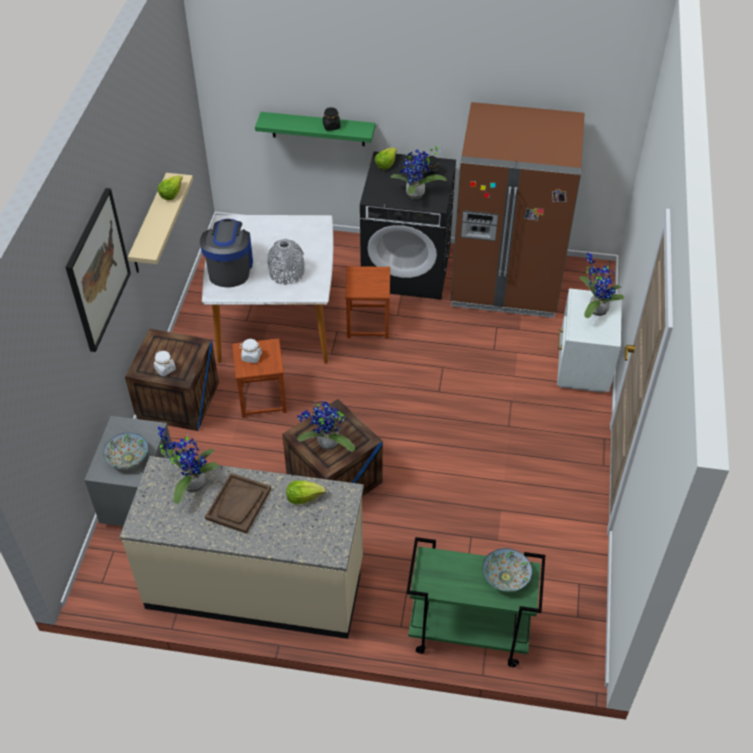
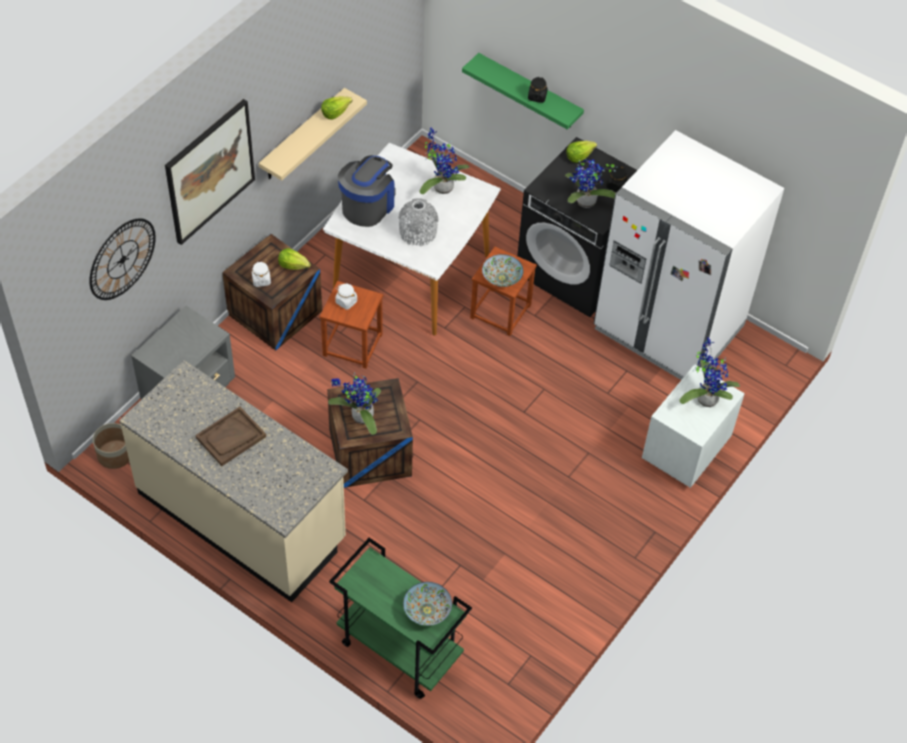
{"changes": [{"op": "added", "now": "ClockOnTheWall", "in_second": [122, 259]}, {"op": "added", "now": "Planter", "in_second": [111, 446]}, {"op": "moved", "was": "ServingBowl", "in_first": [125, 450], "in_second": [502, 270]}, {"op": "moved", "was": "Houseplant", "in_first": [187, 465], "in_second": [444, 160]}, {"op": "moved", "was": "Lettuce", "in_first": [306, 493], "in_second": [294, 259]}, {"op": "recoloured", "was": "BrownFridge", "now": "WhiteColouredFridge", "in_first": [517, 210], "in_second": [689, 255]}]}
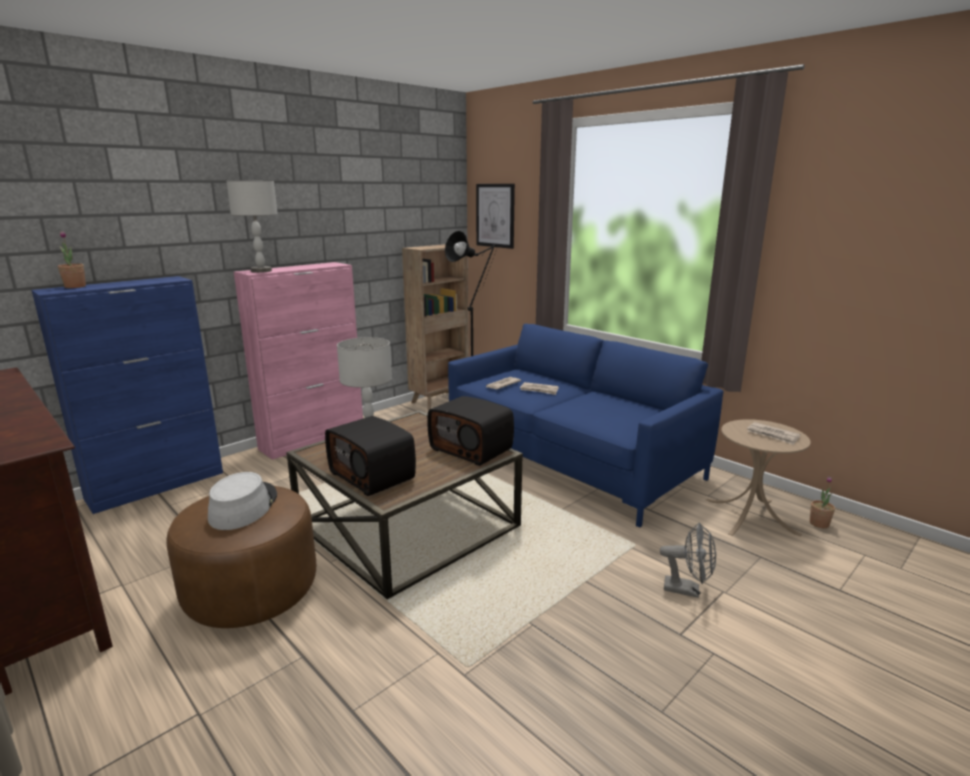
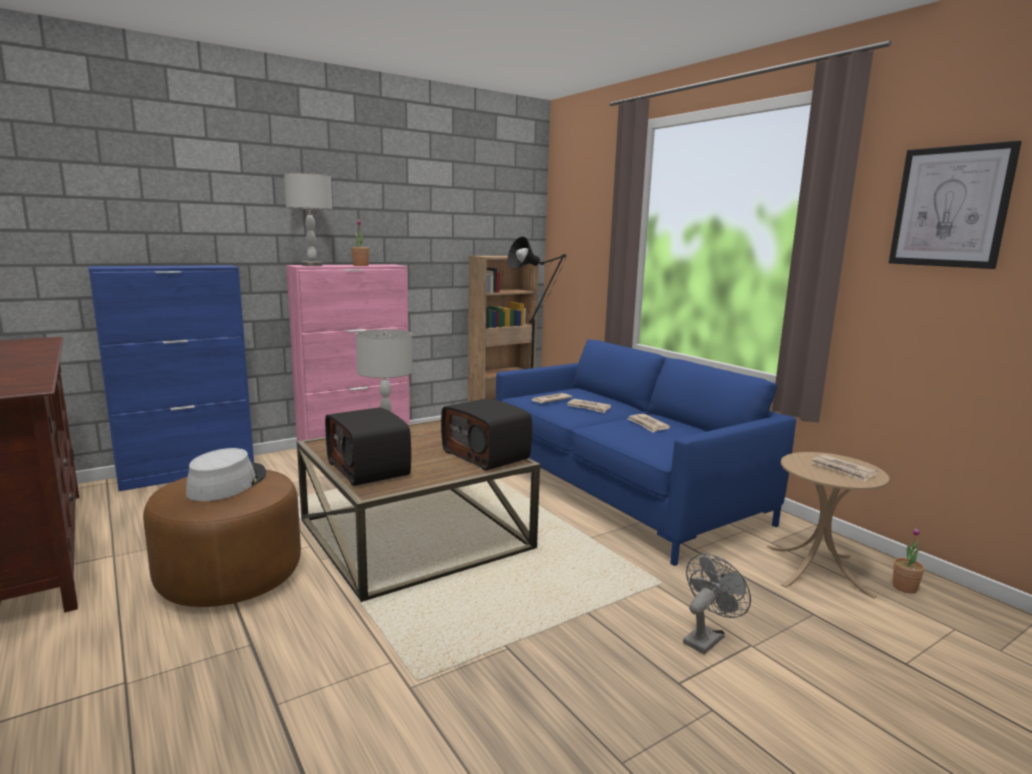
{"changes": [{"op": "added", "now": "DailyPaper", "in_second": [649, 423]}, {"op": "moved", "was": "Houseplant", "in_first": [72, 259], "in_second": [360, 242]}, {"op": "moved", "was": "WallPicture", "in_first": [495, 216], "in_second": [955, 204]}, {"op": "turned", "was": "GrayCoolingFan", "in_first": [688, 560], "in_second": [717, 604], "clockwise": -75}]}
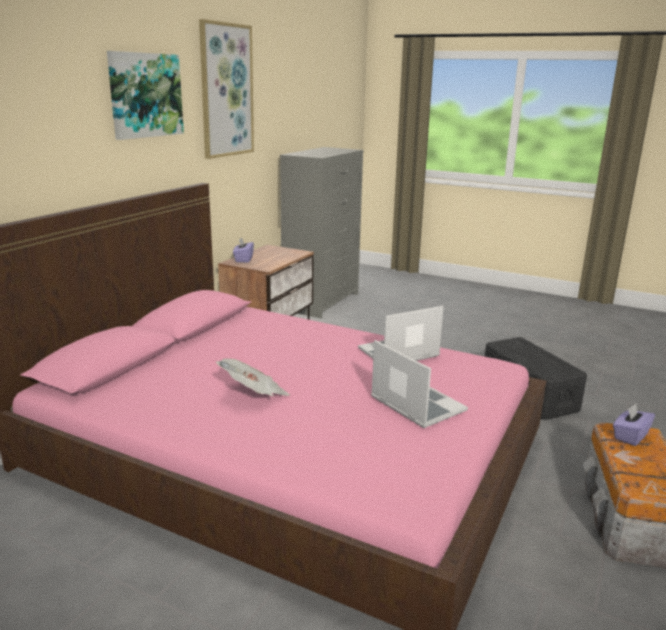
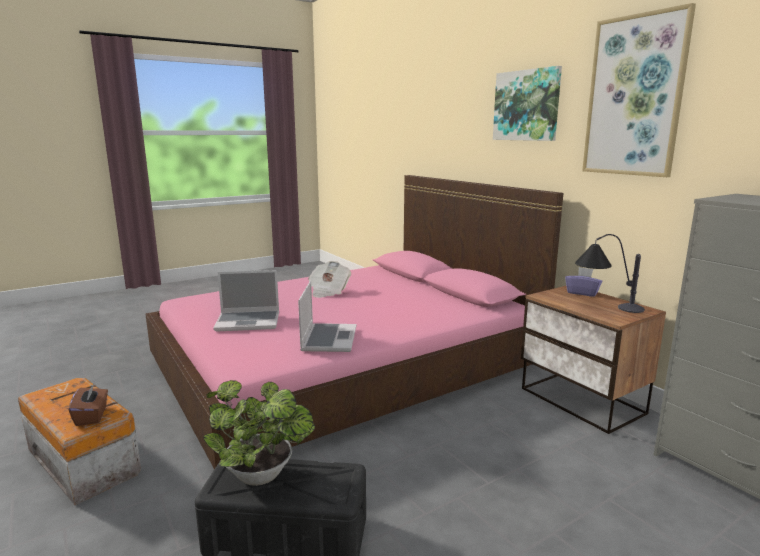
{"changes": [{"op": "added", "now": "Houseplant", "in_second": [259, 433]}, {"op": "added", "now": "TableLamp", "in_second": [610, 273]}, {"op": "recoloured", "was": "PurpleBoxOfTissues", "now": "BrownBoxOfTissues", "in_first": [634, 424], "in_second": [88, 404]}]}
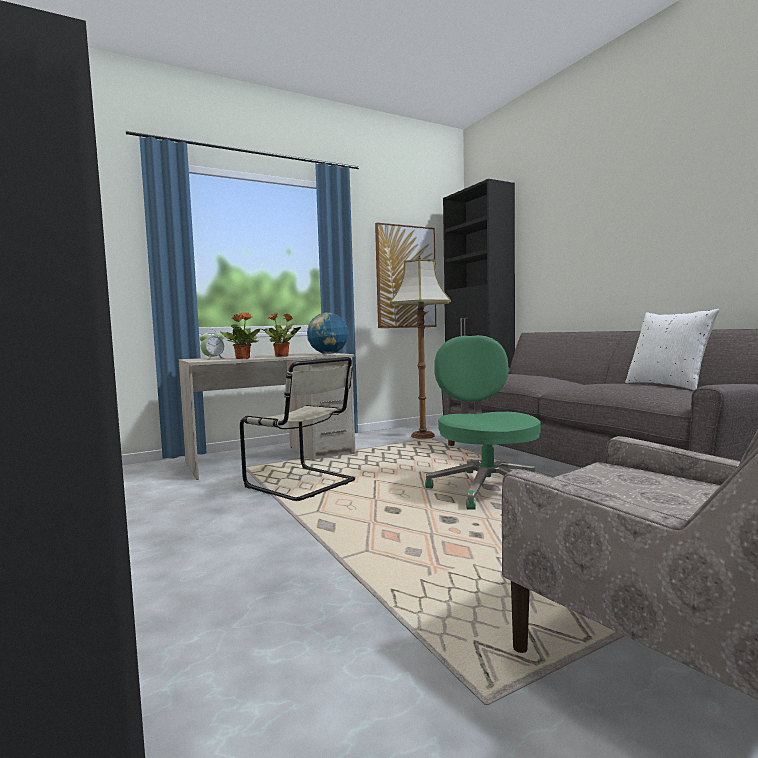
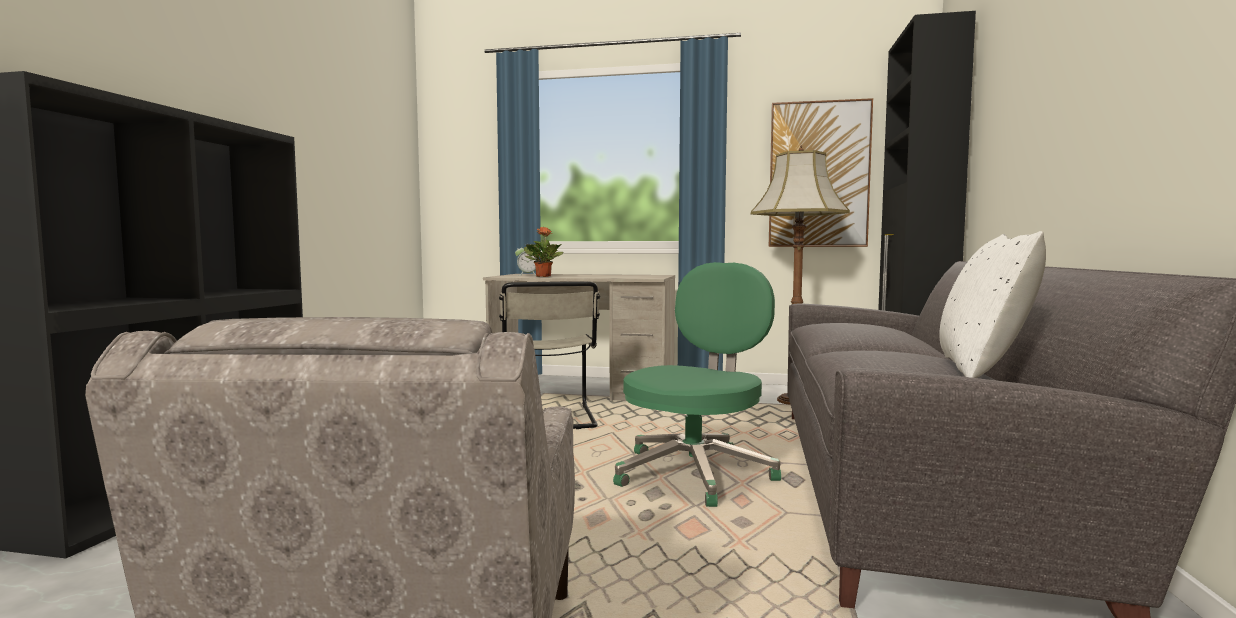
{"changes": [{"op": "removed", "was": "Houseplant", "in_first": [281, 335]}, {"op": "removed", "was": "WorldGlobe", "in_first": [328, 333]}]}
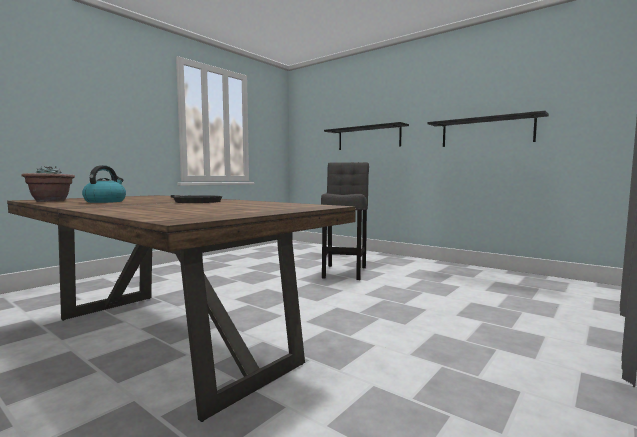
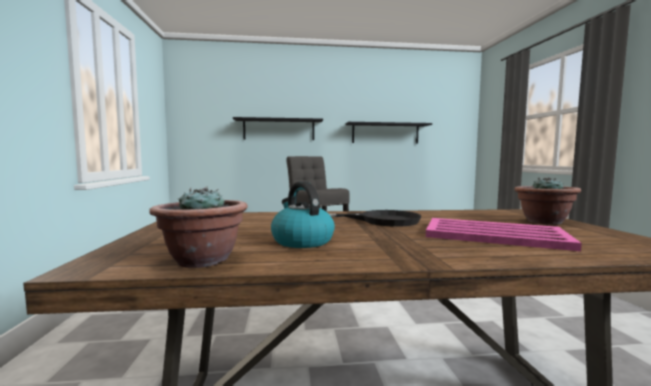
{"changes": [{"op": "added", "now": "PinkCarryingTray", "in_second": [504, 234]}, {"op": "added", "now": "Houseplant", "in_second": [547, 200]}]}
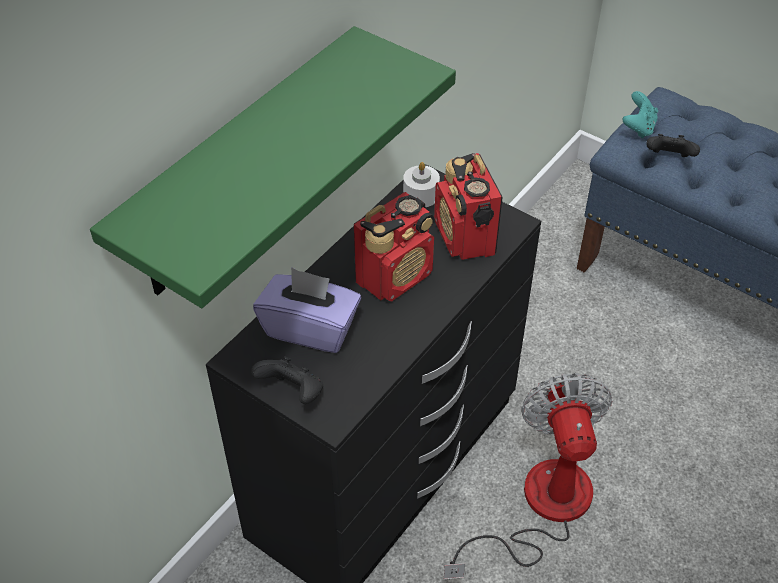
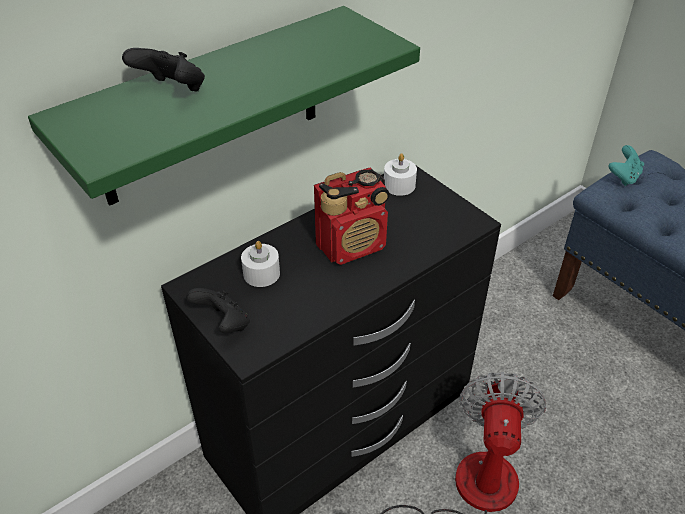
{"changes": [{"op": "removed", "was": "RadioReceiver", "in_first": [468, 206]}, {"op": "moved", "was": "BlackColouredJoypad", "in_first": [673, 145], "in_second": [163, 69]}, {"op": "replaced", "was": "PurpleBoxOfTissues", "now": "WhiteColouredCandle", "in_first": [307, 310], "in_second": [260, 264]}]}
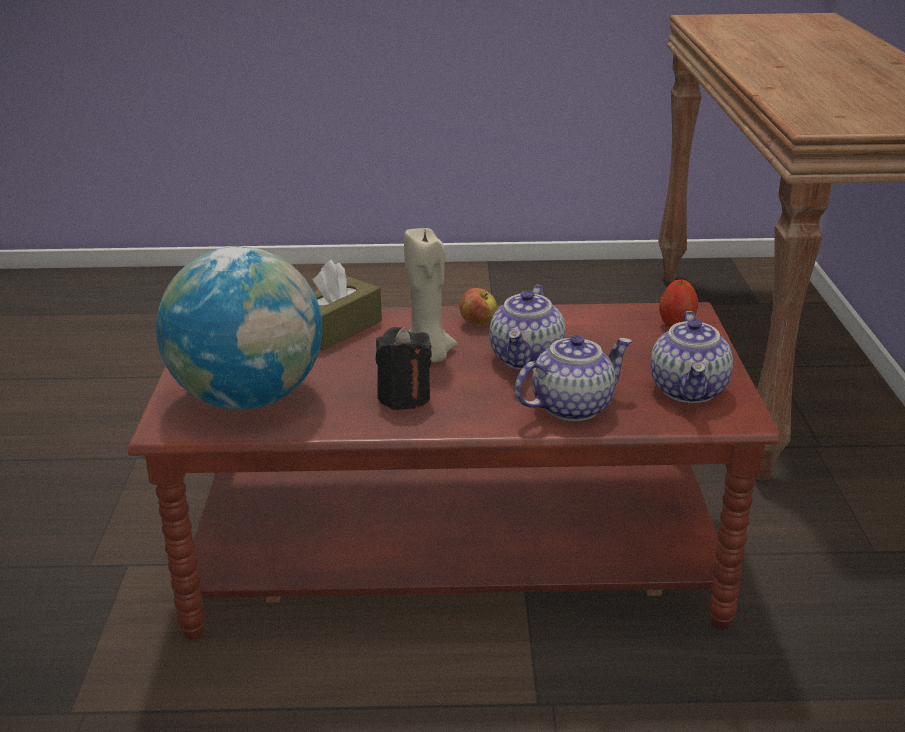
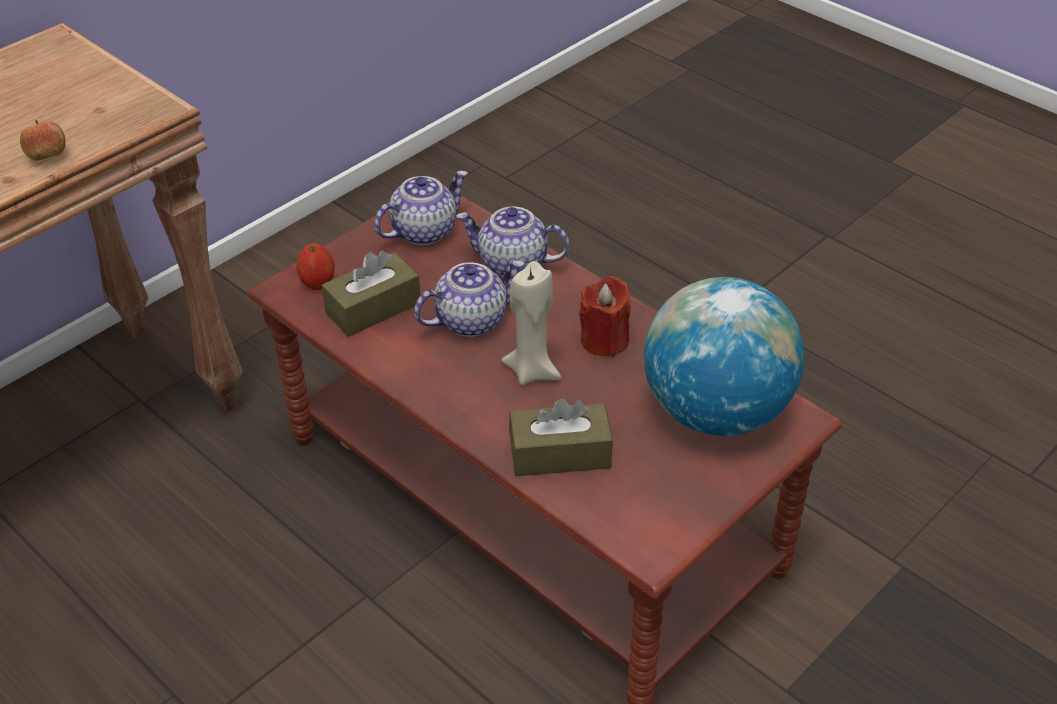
{"changes": [{"op": "added", "now": "BrownBoxOfTissues", "in_second": [371, 293]}, {"op": "moved", "was": "Apple", "in_first": [478, 307], "in_second": [43, 140]}, {"op": "recoloured", "was": "BlackColouredCandle", "now": "RedColouredCandle", "in_first": [404, 368], "in_second": [605, 316]}]}
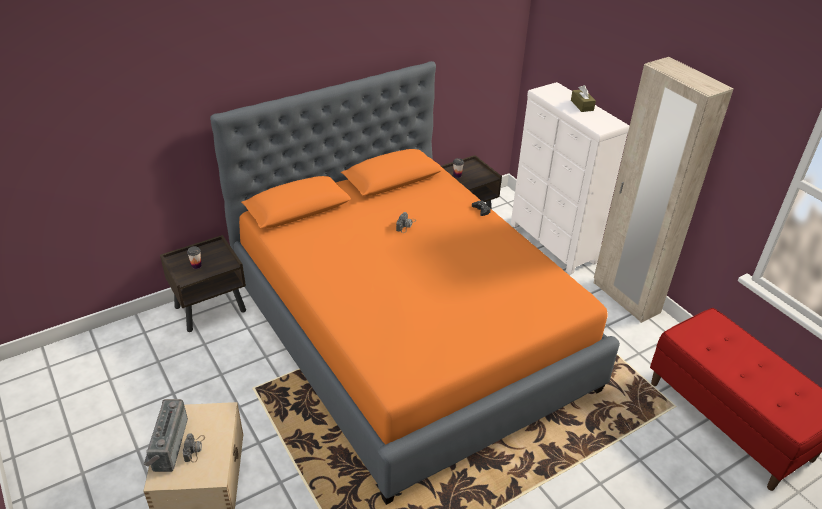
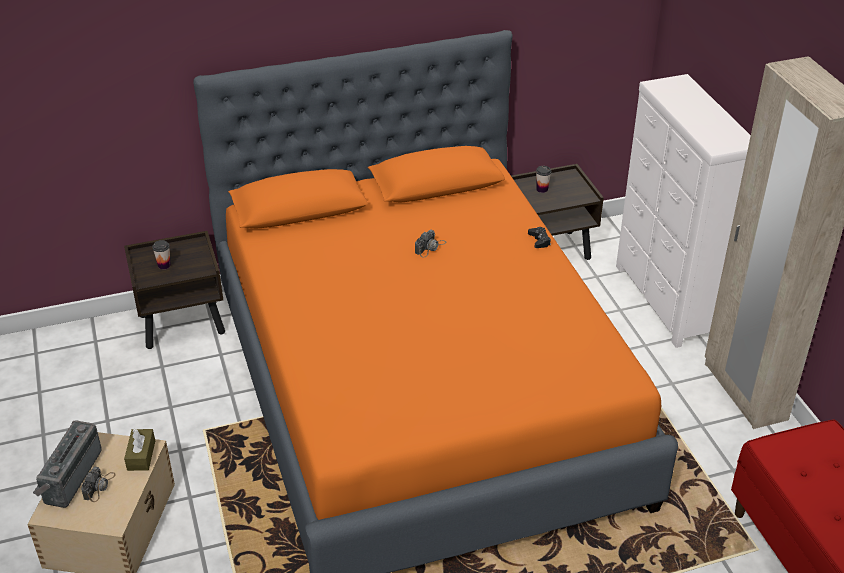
{"changes": [{"op": "moved", "was": "BrownBoxOfTissues", "in_first": [583, 98], "in_second": [139, 450]}]}
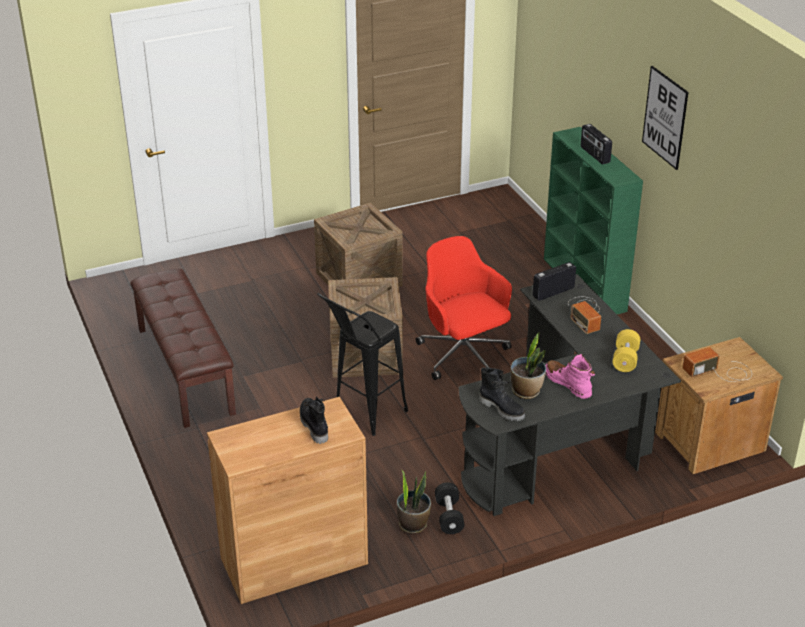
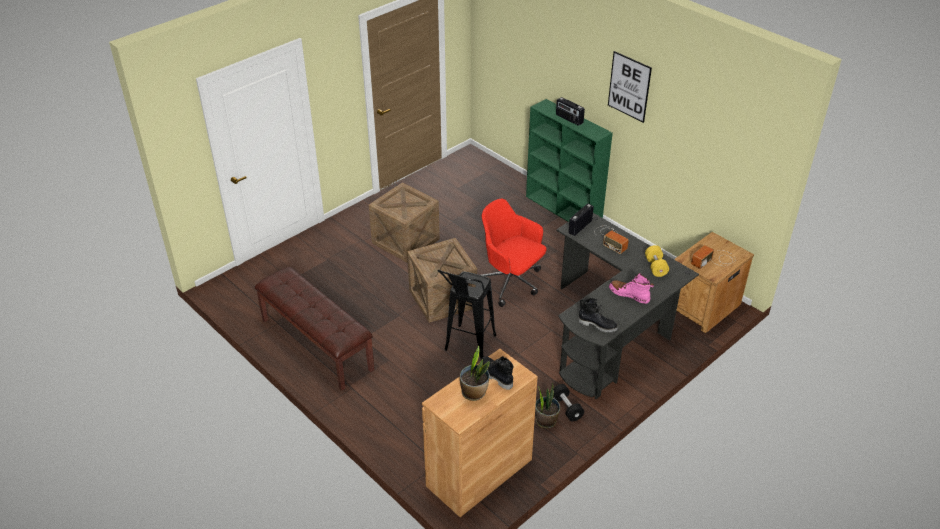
{"changes": [{"op": "moved", "was": "Houseplant", "in_first": [528, 365], "in_second": [475, 373]}]}
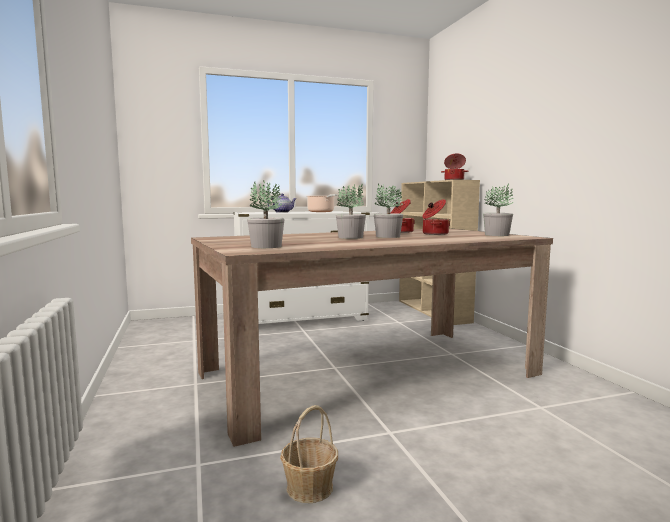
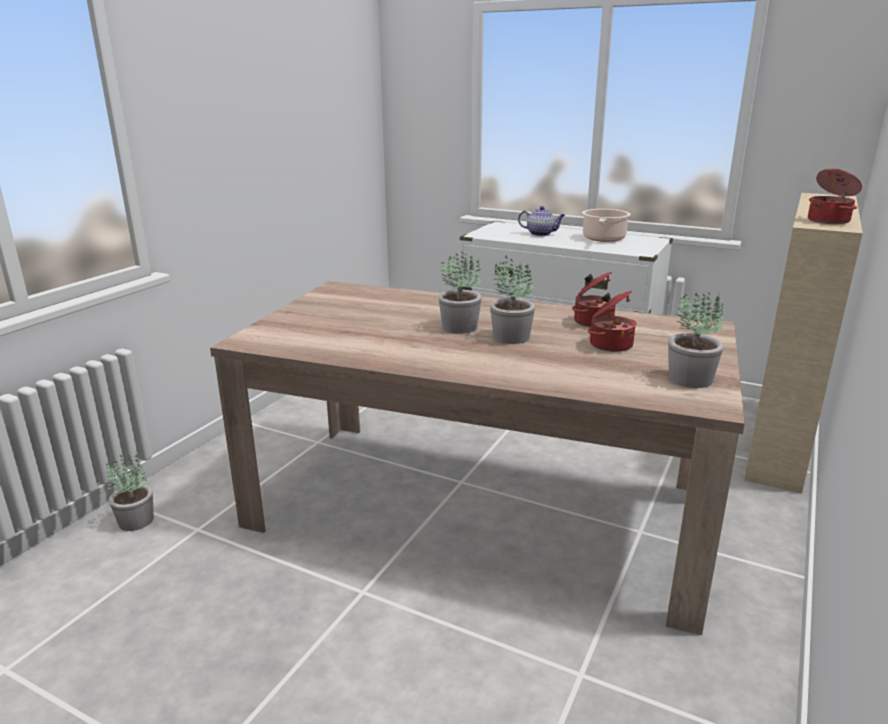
{"changes": [{"op": "removed", "was": "HouseholdBasket", "in_first": [309, 454]}, {"op": "moved", "was": "Houseplant", "in_first": [265, 214], "in_second": [130, 492]}]}
